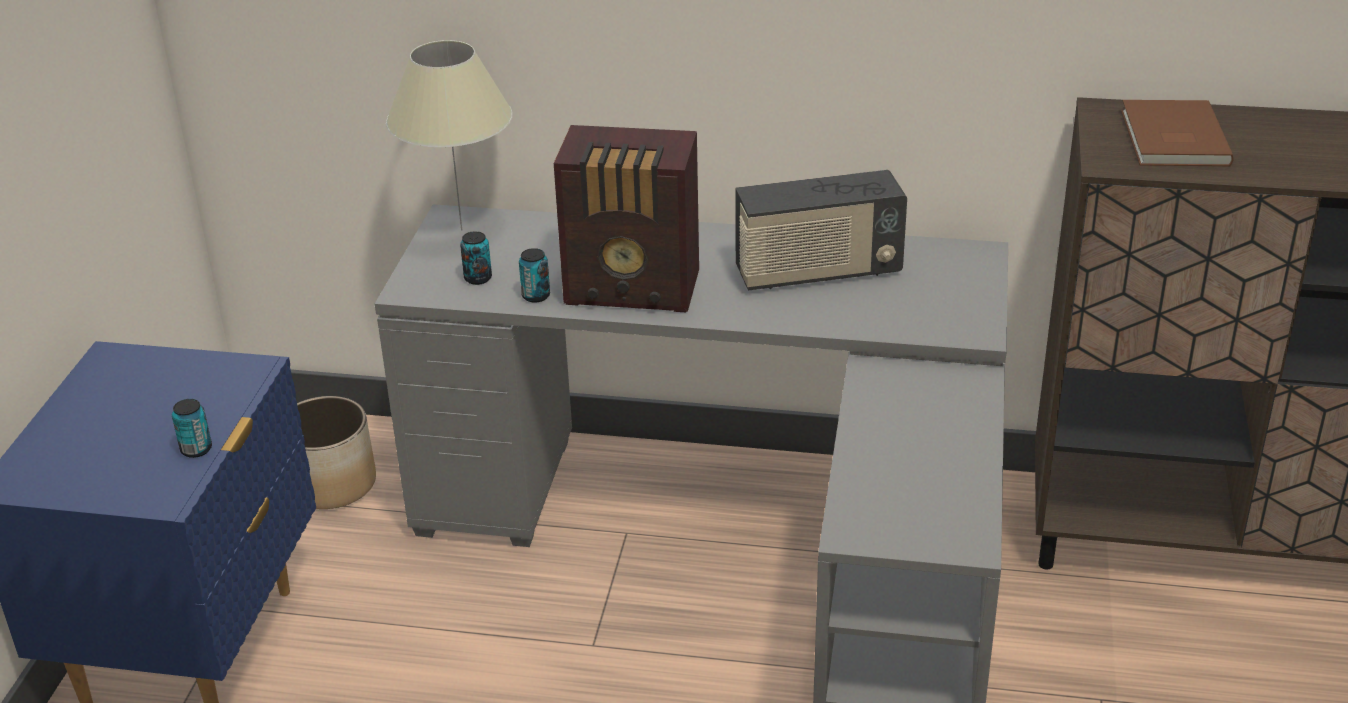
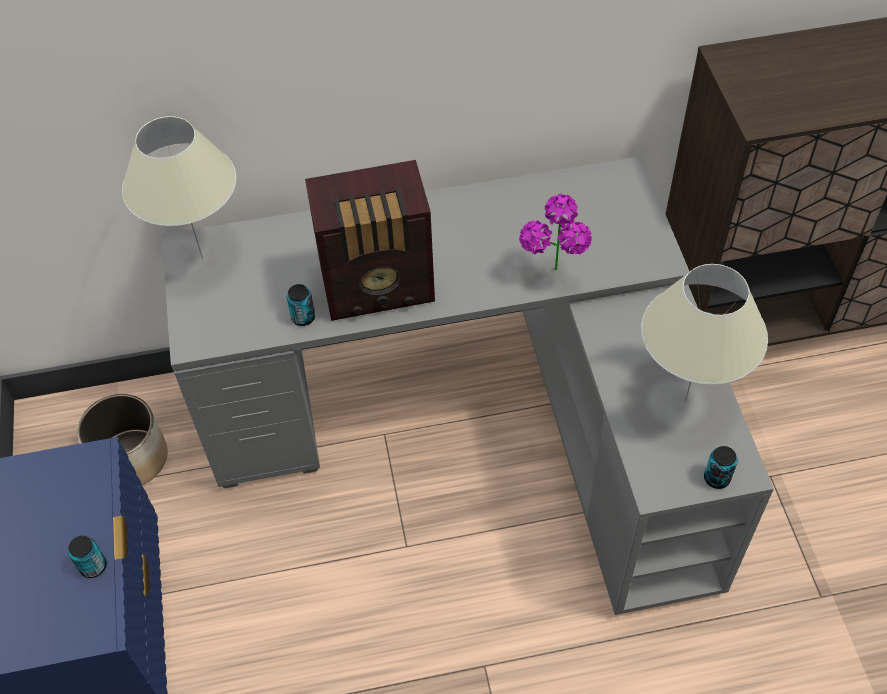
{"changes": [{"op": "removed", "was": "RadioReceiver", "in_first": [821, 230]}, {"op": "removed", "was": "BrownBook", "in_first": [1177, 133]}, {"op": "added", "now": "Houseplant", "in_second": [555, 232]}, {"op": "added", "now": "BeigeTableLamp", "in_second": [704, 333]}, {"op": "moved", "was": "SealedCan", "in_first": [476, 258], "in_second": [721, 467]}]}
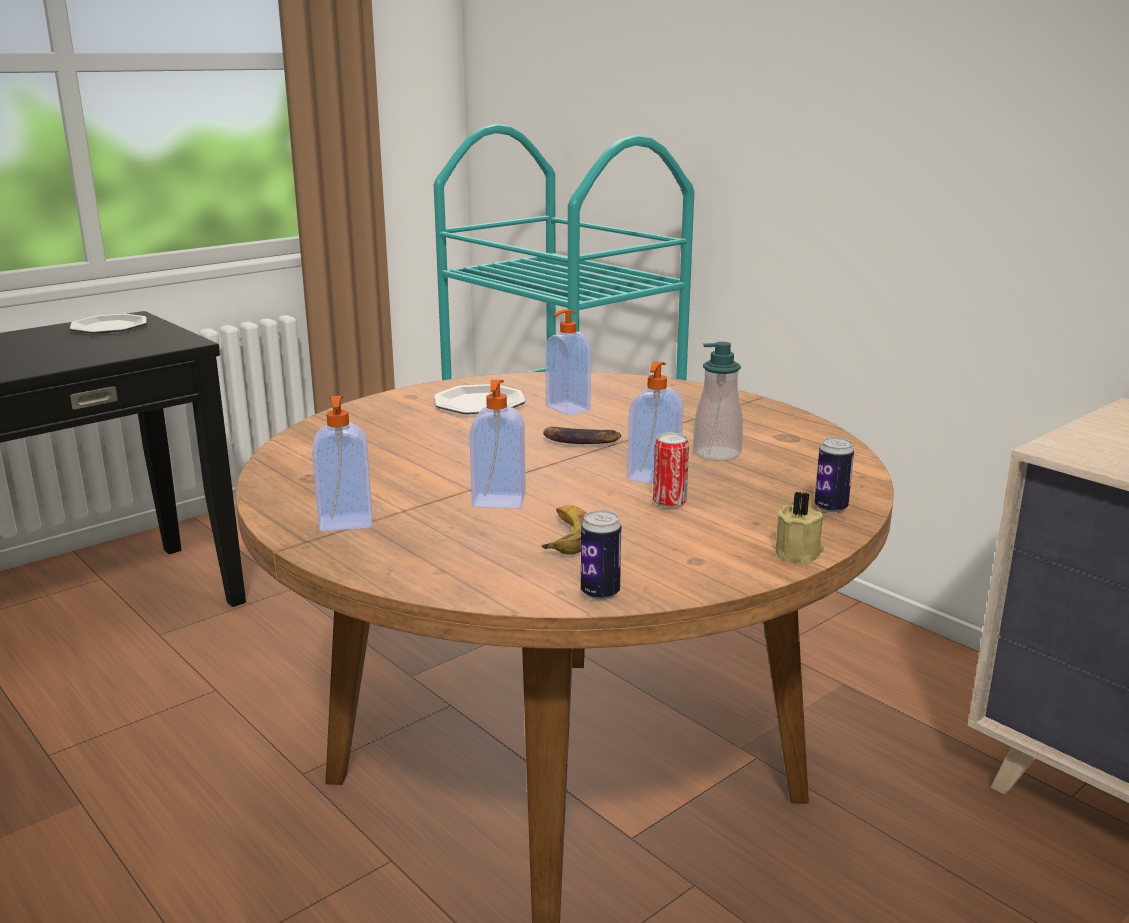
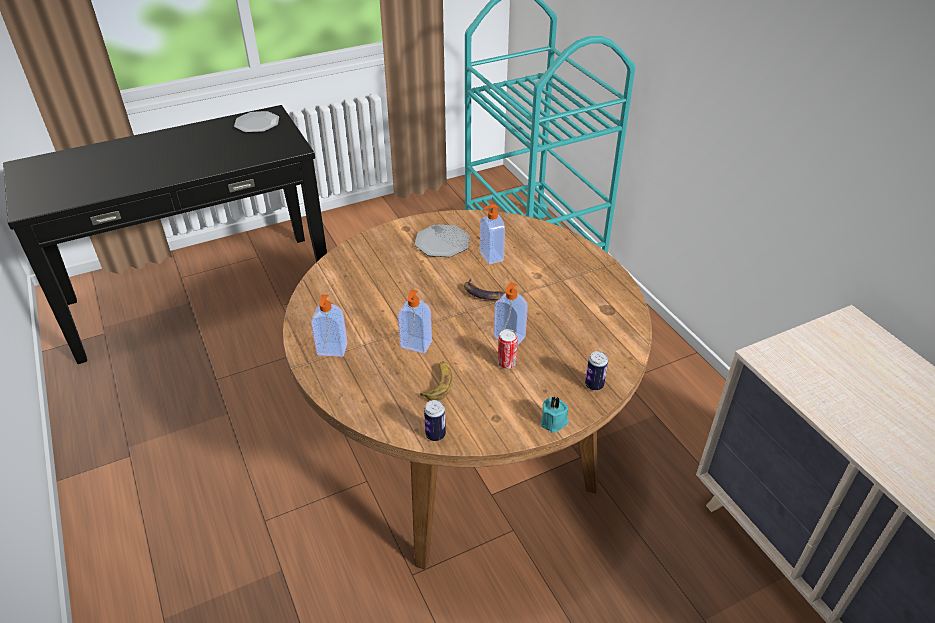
{"changes": [{"op": "removed", "was": "SoapDispenser", "in_first": [718, 401]}, {"op": "recoloured", "was": "BeigeCandle", "now": "TurquoiseCandle", "in_first": [800, 528], "in_second": [555, 415]}]}
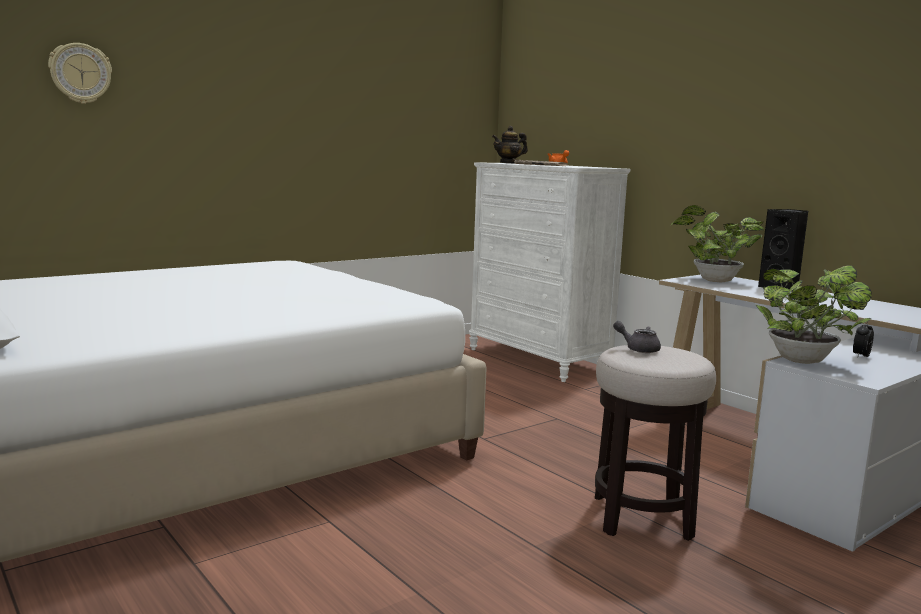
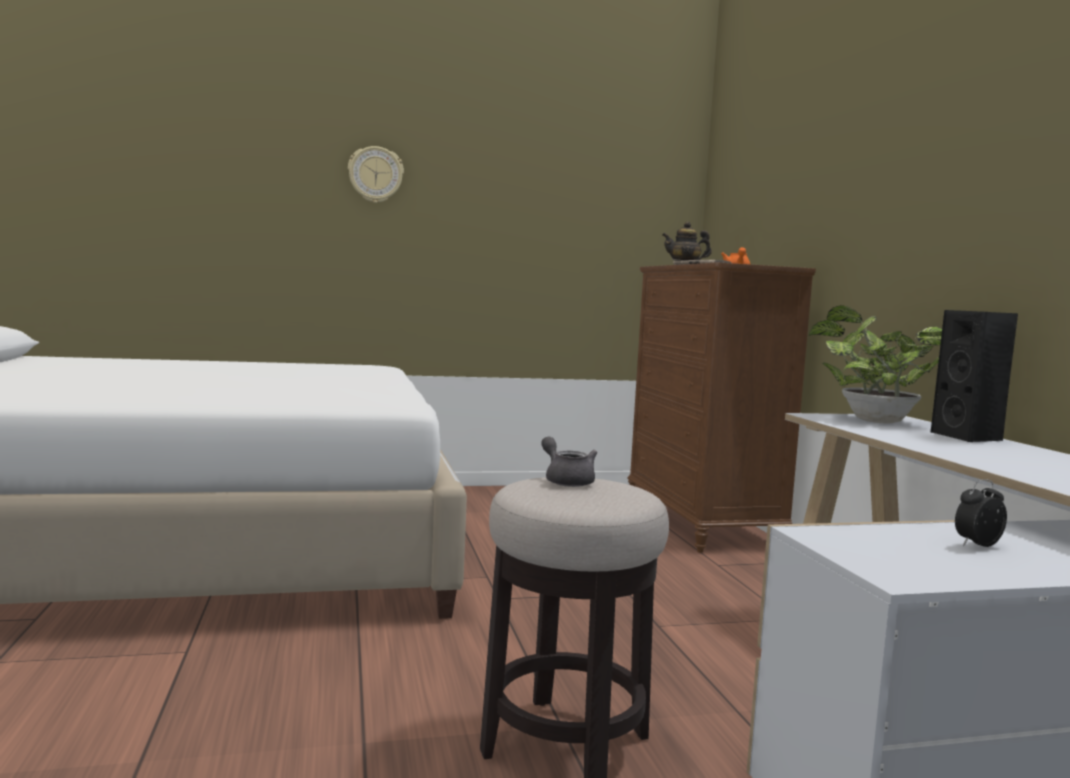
{"changes": [{"op": "removed", "was": "Houseplant", "in_first": [814, 314]}, {"op": "moved", "was": "ClockOnTheWall", "in_first": [80, 73], "in_second": [376, 174]}, {"op": "recoloured", "was": "WhiteColouredDresser", "now": "BrownDresser", "in_first": [549, 272], "in_second": [722, 408]}]}
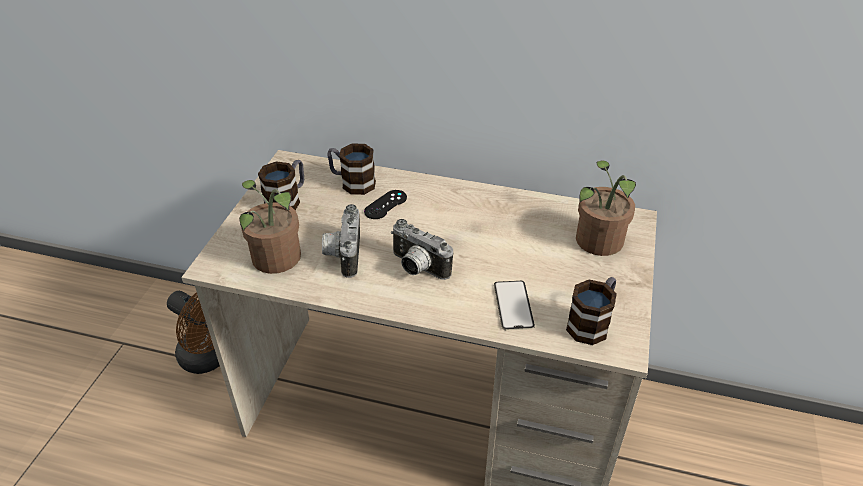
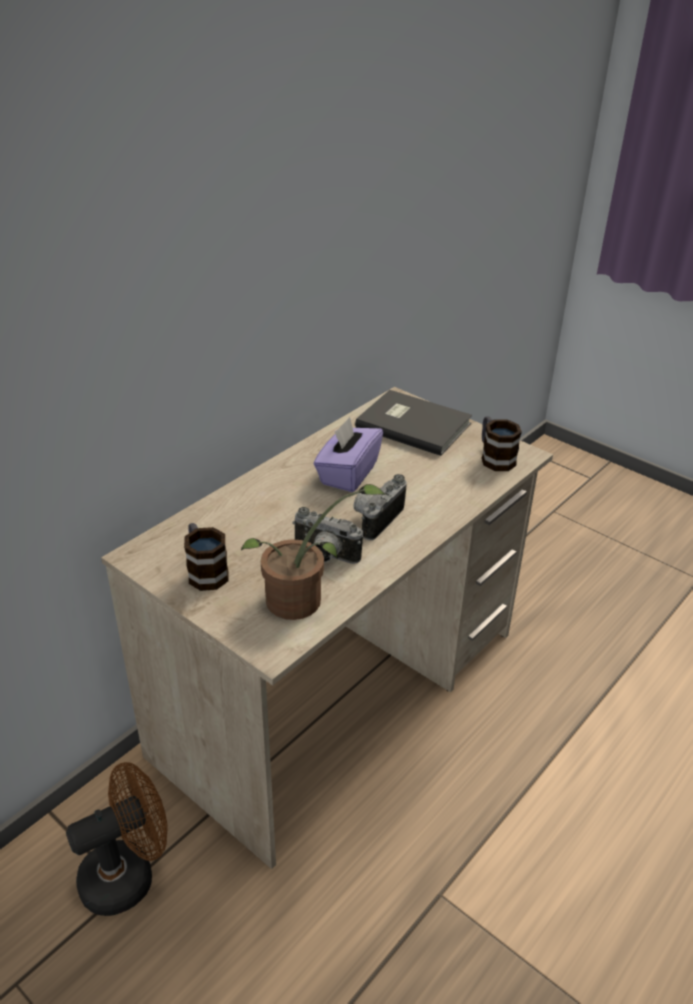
{"changes": [{"op": "removed", "was": "Mug", "in_first": [351, 169]}, {"op": "removed", "was": "BlackColouredJoypad", "in_first": [385, 204]}, {"op": "removed", "was": "Telephone", "in_first": [514, 305]}, {"op": "added", "now": "PurpleBoxOfTissues", "in_second": [348, 454]}, {"op": "replaced", "was": "Houseplant", "now": "GrayBook", "in_first": [606, 208], "in_second": [413, 423]}, {"op": "turned", "was": "PhotoCamera", "in_first": [422, 249], "in_second": [380, 507], "clockwise": 150}]}
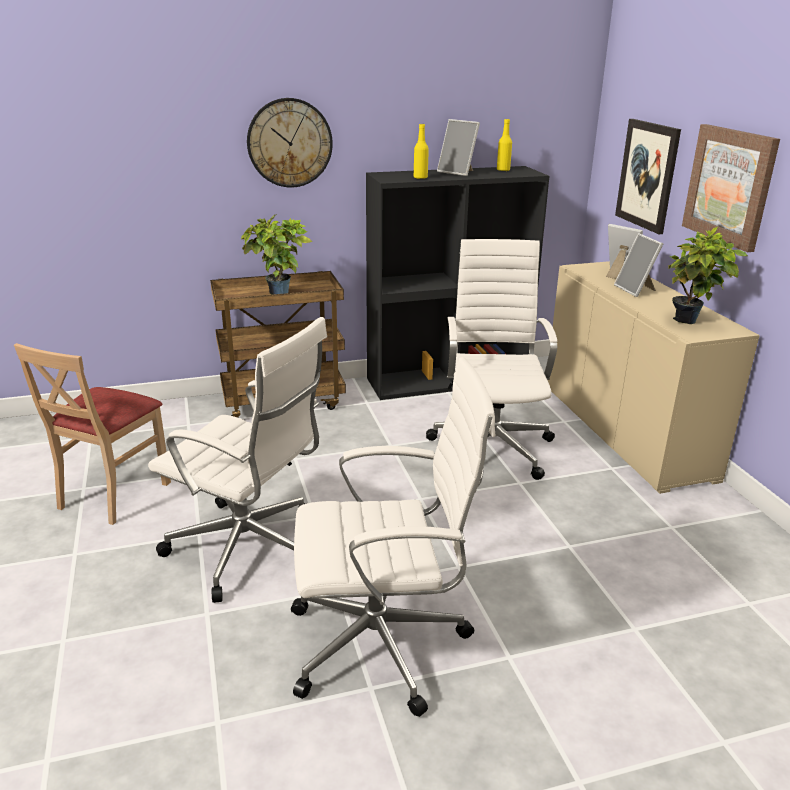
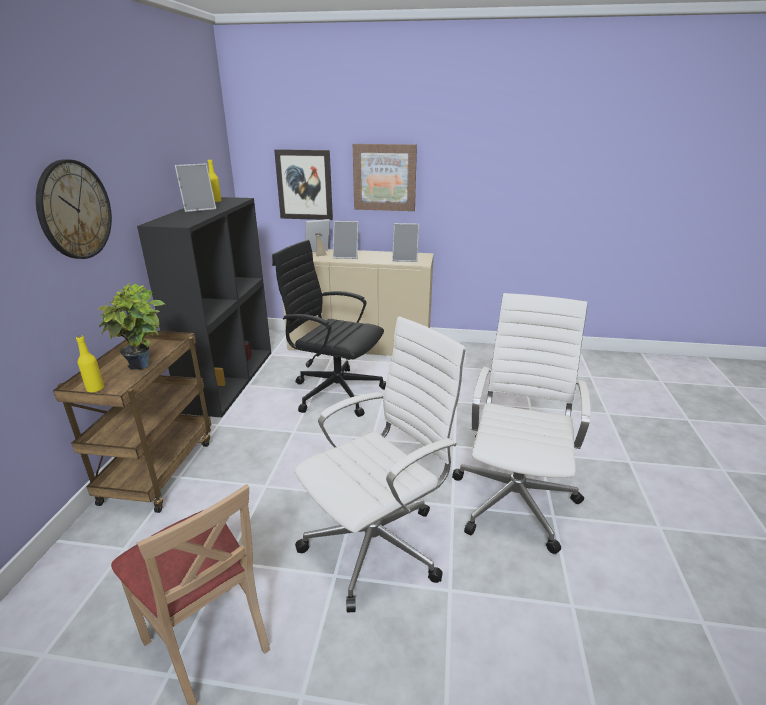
{"changes": [{"op": "moved", "was": "YellowishBottle", "in_first": [421, 151], "in_second": [90, 364]}, {"op": "replaced", "was": "Houseplant", "now": "PhotoFrame", "in_first": [708, 275], "in_second": [405, 242]}, {"op": "recoloured", "was": "WhiteColouredOfficeChair", "now": "BlackColouredOfficeChair", "in_first": [491, 359], "in_second": [329, 328]}]}
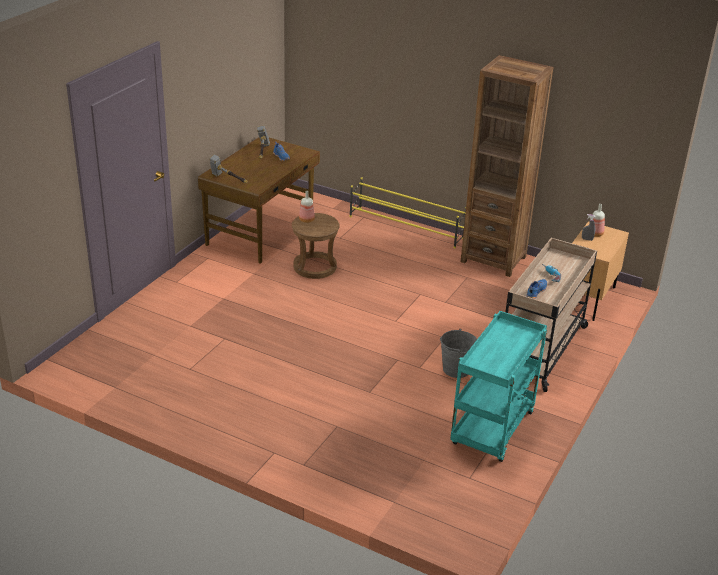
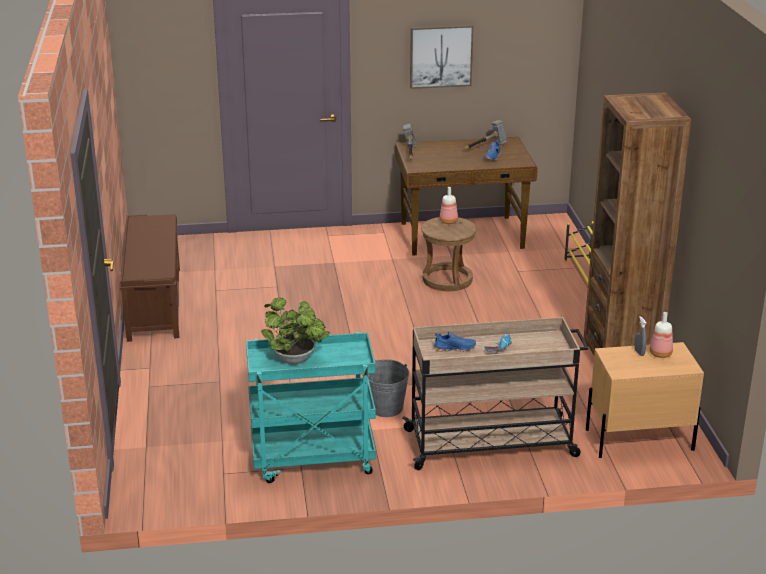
{"changes": [{"op": "added", "now": "BrownBench", "in_second": [150, 278]}, {"op": "added", "now": "Houseplant", "in_second": [296, 331]}, {"op": "added", "now": "WallPicture", "in_second": [442, 57]}]}
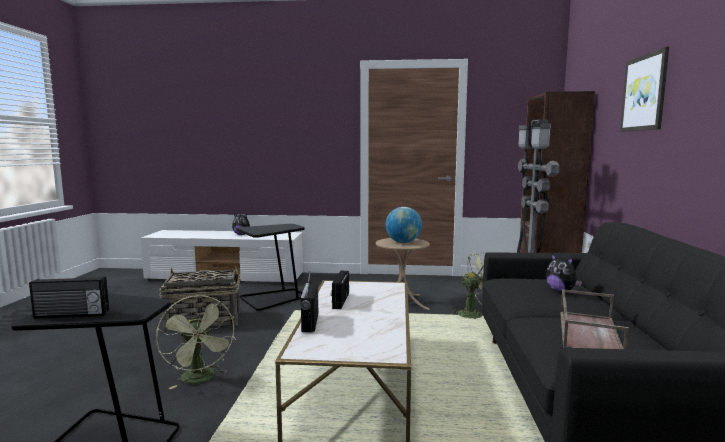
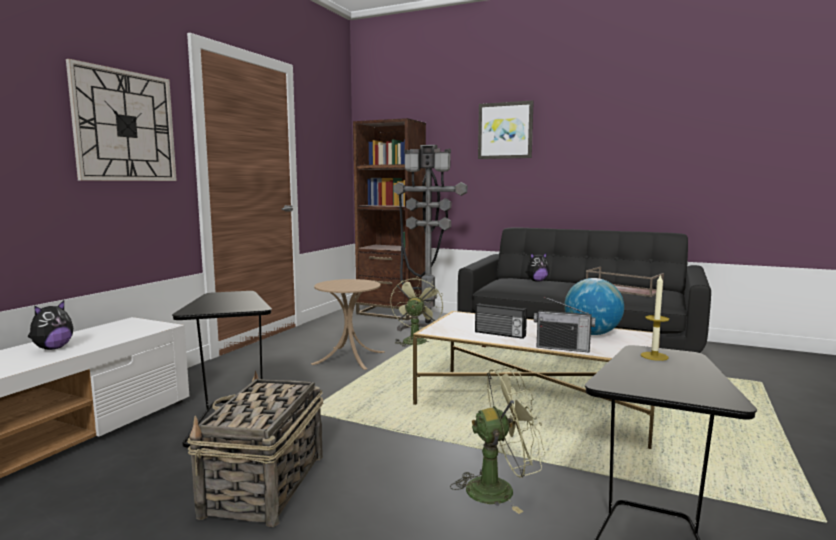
{"changes": [{"op": "removed", "was": "RadioReceiver", "in_first": [69, 297]}, {"op": "added", "now": "ClockOnTheWall", "in_second": [121, 120]}, {"op": "added", "now": "Candle", "in_second": [655, 317]}, {"op": "moved", "was": "WorldGlobe", "in_first": [404, 225], "in_second": [594, 306]}]}
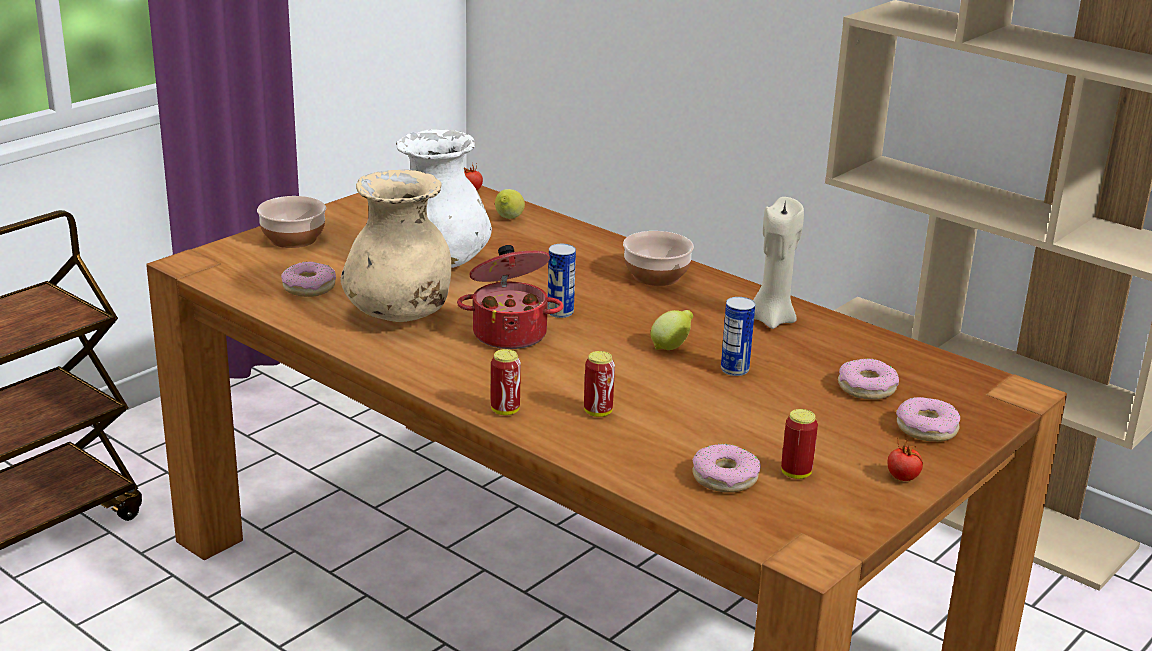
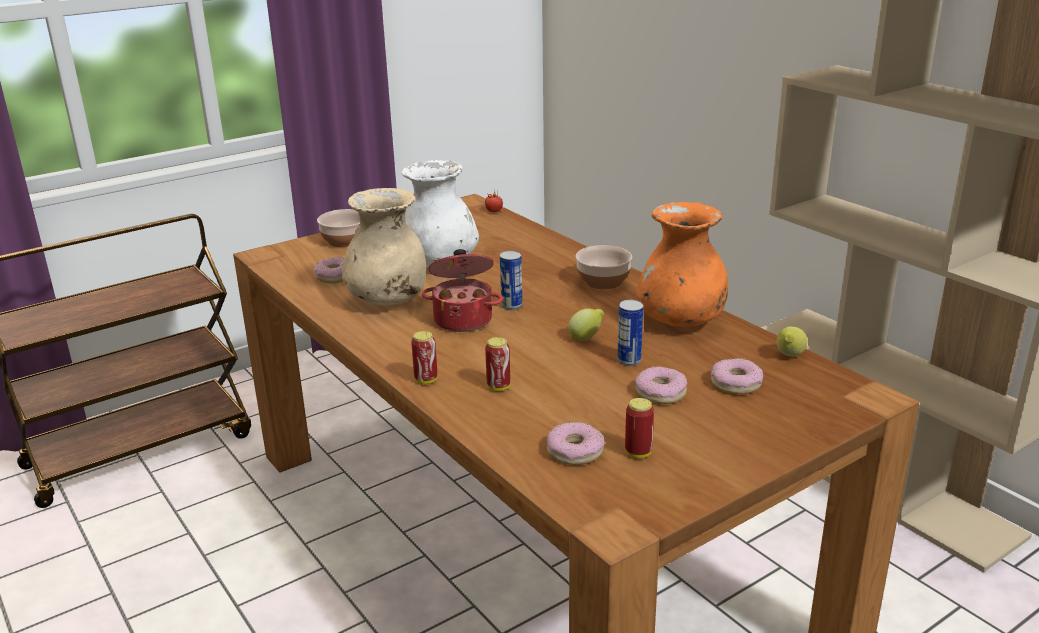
{"changes": [{"op": "removed", "was": "Tomato", "in_first": [905, 459]}, {"op": "moved", "was": "WholeLemon", "in_first": [510, 204], "in_second": [792, 341]}, {"op": "moved", "was": "Donut", "in_first": [928, 419], "in_second": [661, 385]}, {"op": "replaced", "was": "BeigeCandle", "now": "OrangeColouredFlowerVase", "in_first": [778, 263], "in_second": [681, 264]}]}
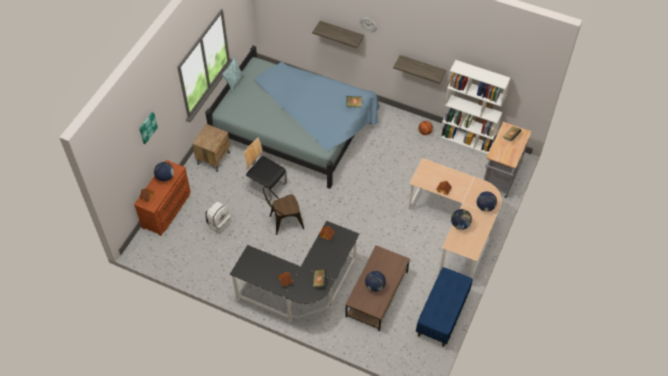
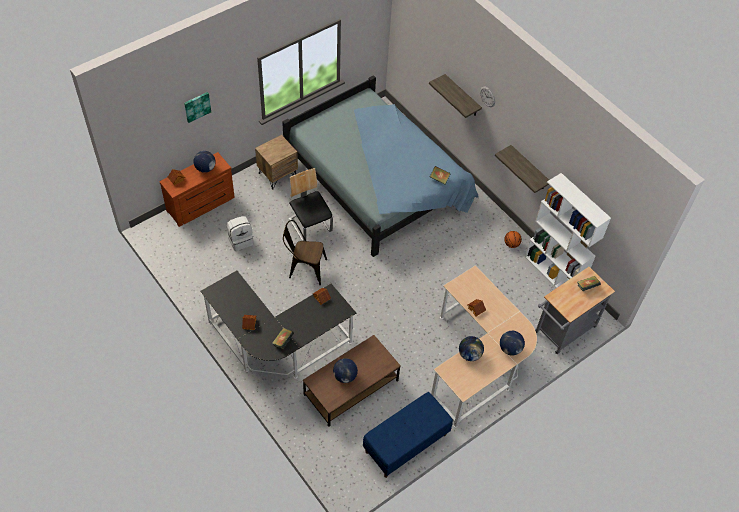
{"changes": [{"op": "removed", "was": "Pillow", "in_first": [233, 74]}]}
